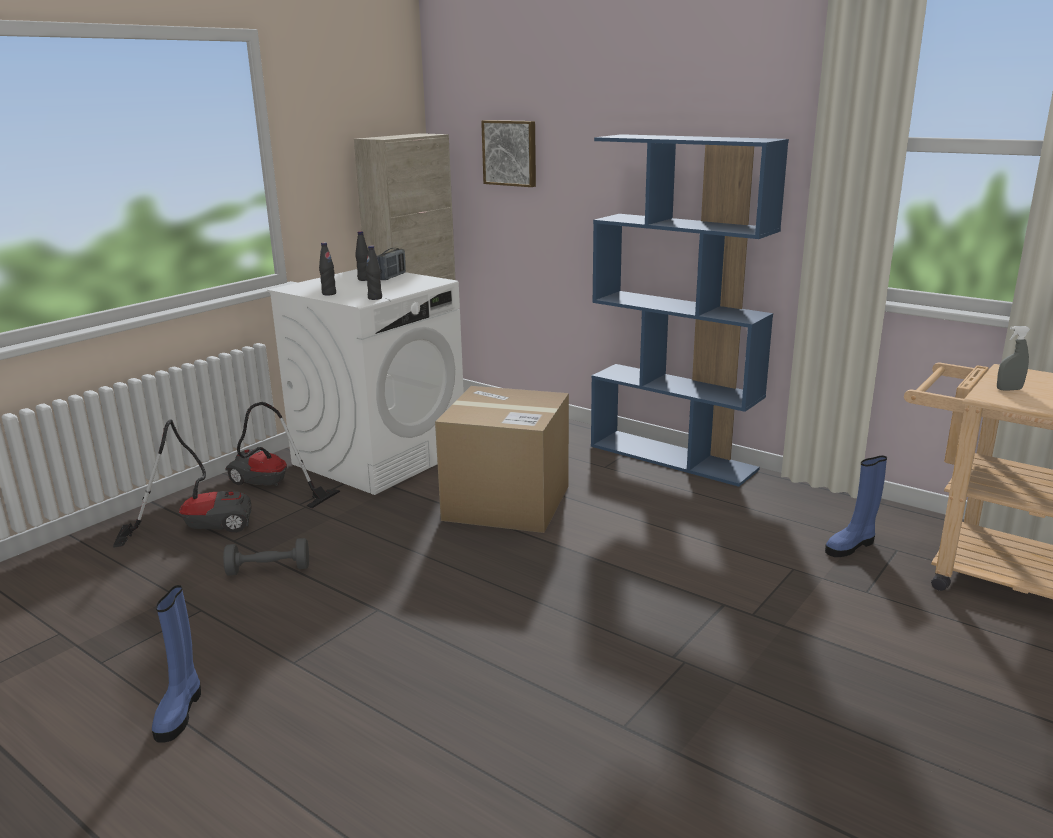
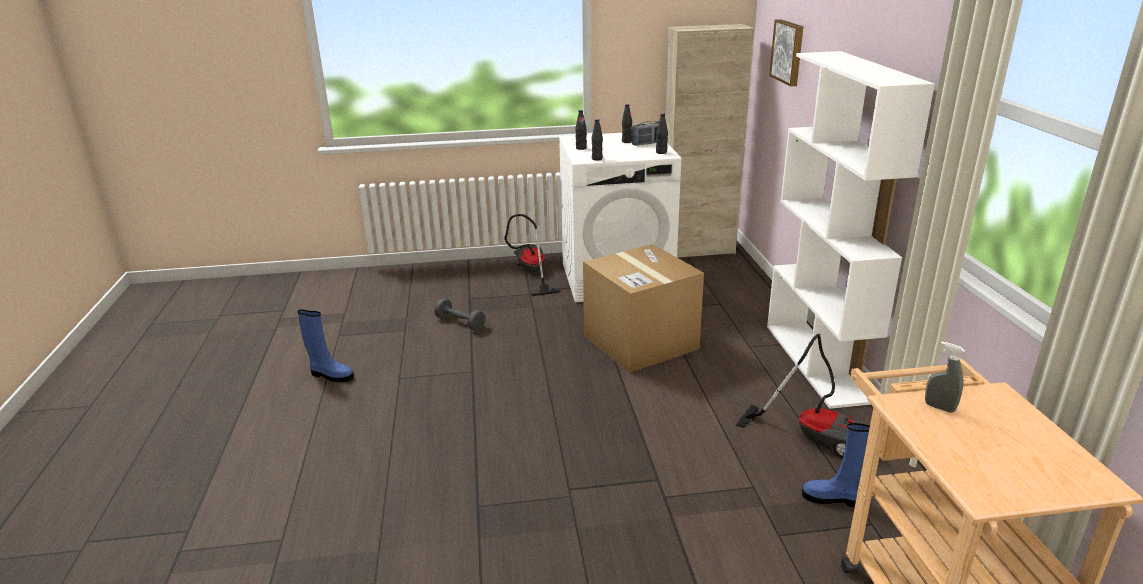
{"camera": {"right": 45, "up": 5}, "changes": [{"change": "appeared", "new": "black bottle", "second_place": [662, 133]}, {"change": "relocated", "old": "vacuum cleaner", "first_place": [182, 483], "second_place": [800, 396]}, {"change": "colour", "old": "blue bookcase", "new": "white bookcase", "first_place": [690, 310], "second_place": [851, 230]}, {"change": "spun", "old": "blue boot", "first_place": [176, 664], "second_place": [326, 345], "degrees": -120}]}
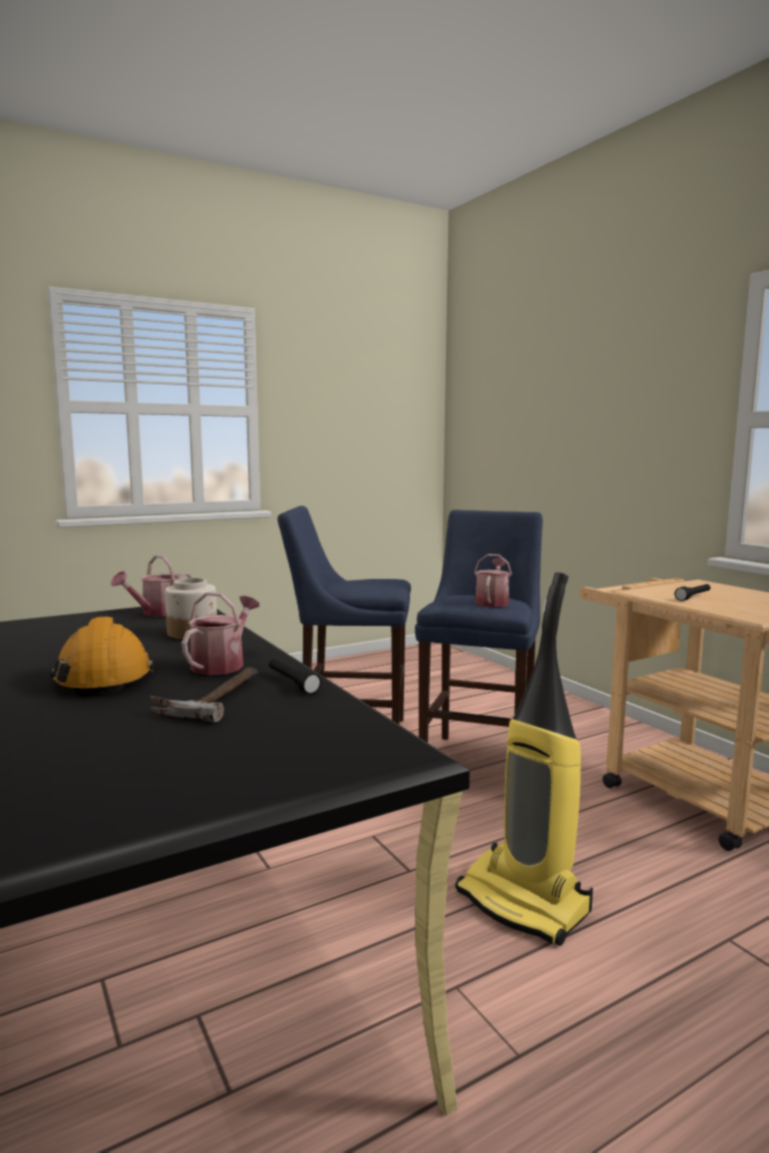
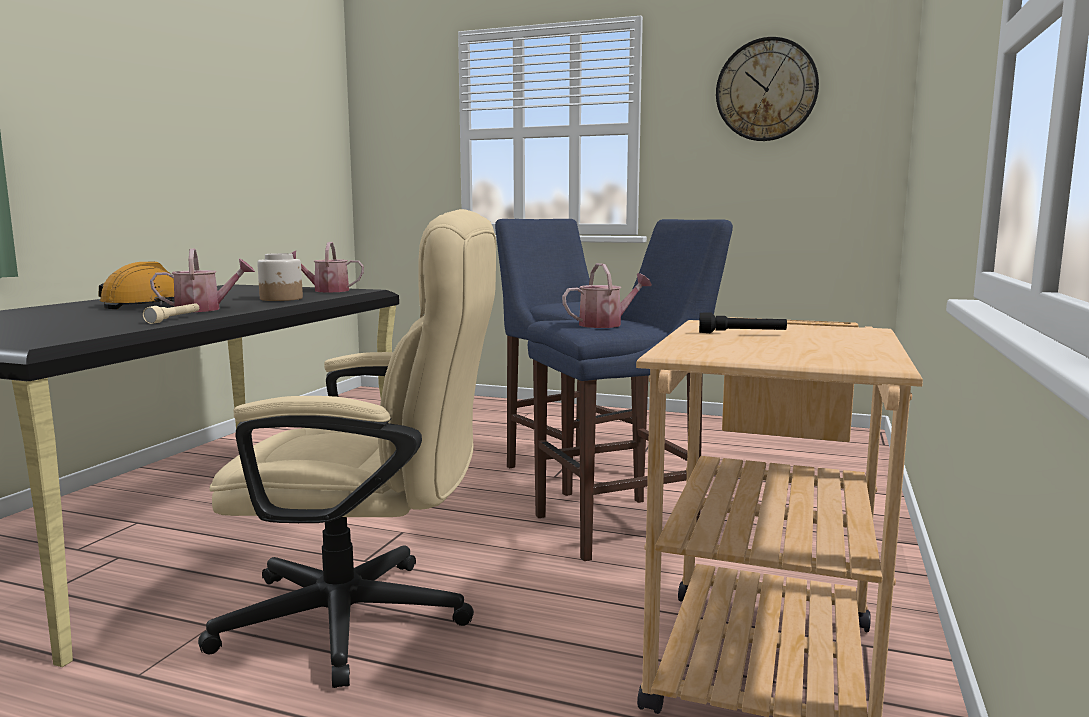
{"camera": {"right": 50, "up": 0}, "changes": [{"change": "missing", "old": "hammer", "first_place": [204, 694]}, {"change": "appeared", "new": "wall clock", "second_place": [767, 89]}, {"change": "exchanged", "old": "vacuum cleaner", "new": "beige office chair", "first_place": [524, 759], "second_place": [347, 448]}, {"change": "colour", "old": "black flashlight", "new": "beige flashlight", "first_place": [295, 676], "second_place": [171, 313]}]}
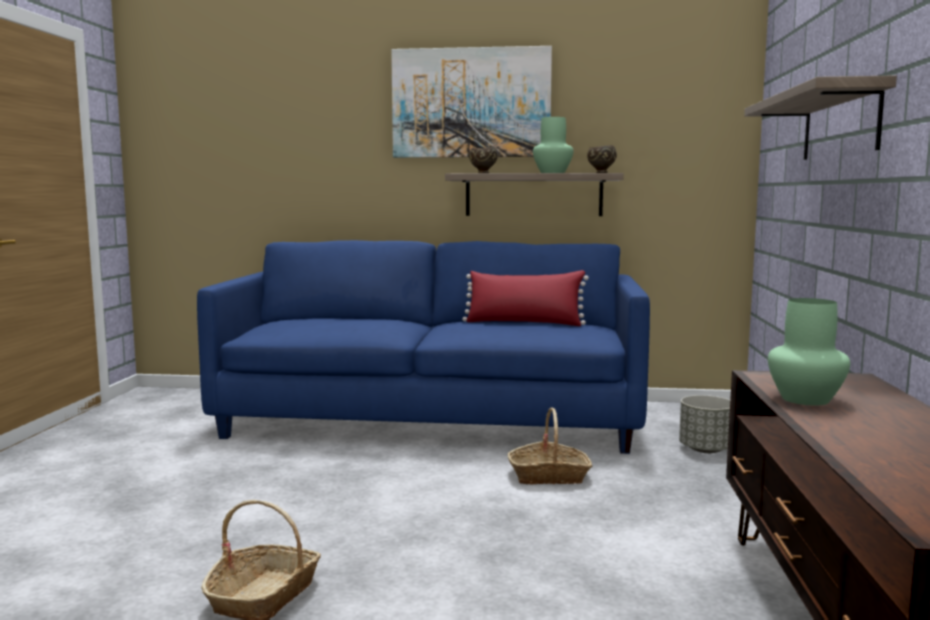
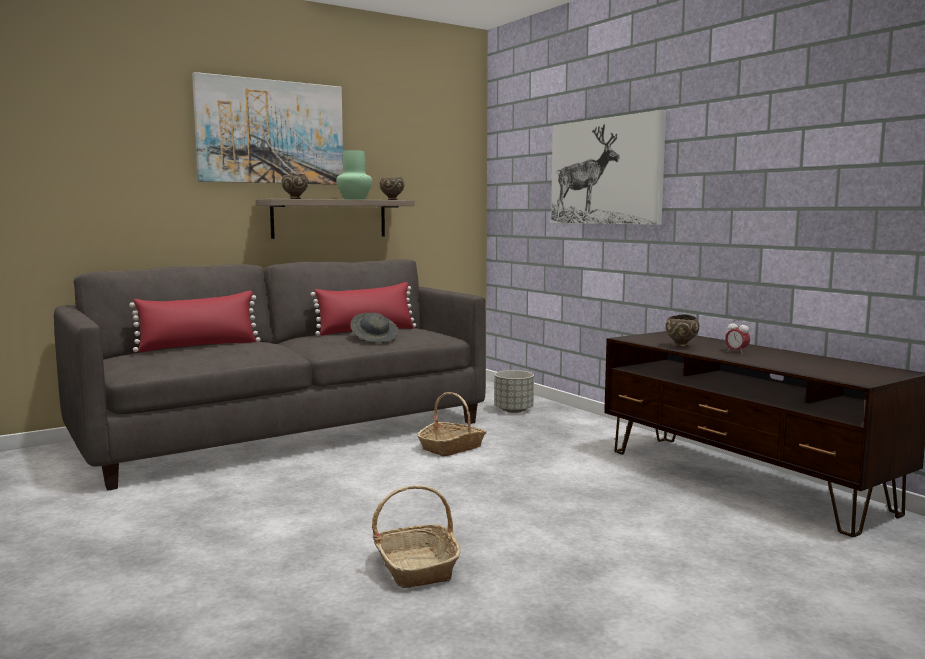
{"camera": {"right": -40, "up": 0}, "changes": [{"change": "appeared", "new": "red pillow", "second_place": [195, 321]}, {"change": "appeared", "new": "grey hat", "second_place": [374, 327]}, {"change": "appeared", "new": "alarm clock", "second_place": [737, 337]}, {"change": "exchanged", "old": "shelf", "new": "picture", "first_place": [820, 117], "second_place": [608, 167]}, {"change": "exchanged", "old": "green vase", "new": "brown bowl", "first_place": [809, 352], "second_place": [682, 330]}, {"change": "colour", "old": "blue sofa", "new": "grey sofa", "first_place": [423, 347], "second_place": [270, 375]}]}
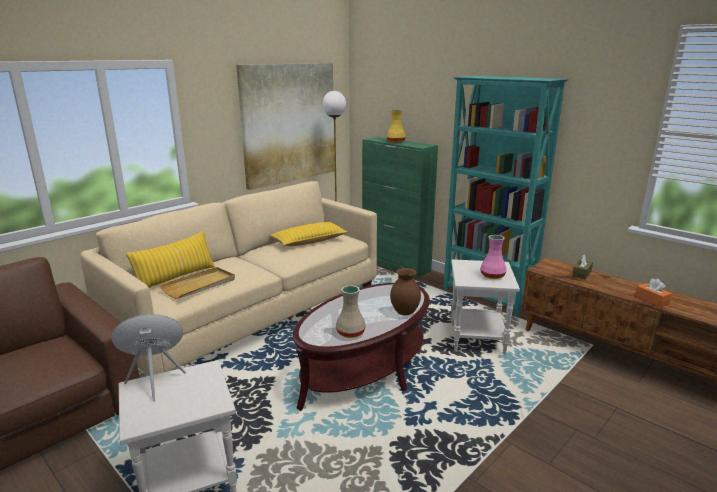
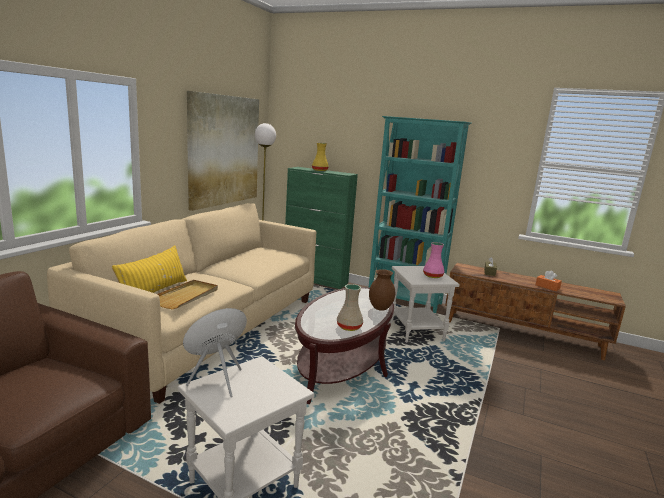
{"camera": {"right": -20, "up": -5}, "changes": [{"change": "missing", "old": "yellow pillow", "first_place": [309, 234]}]}
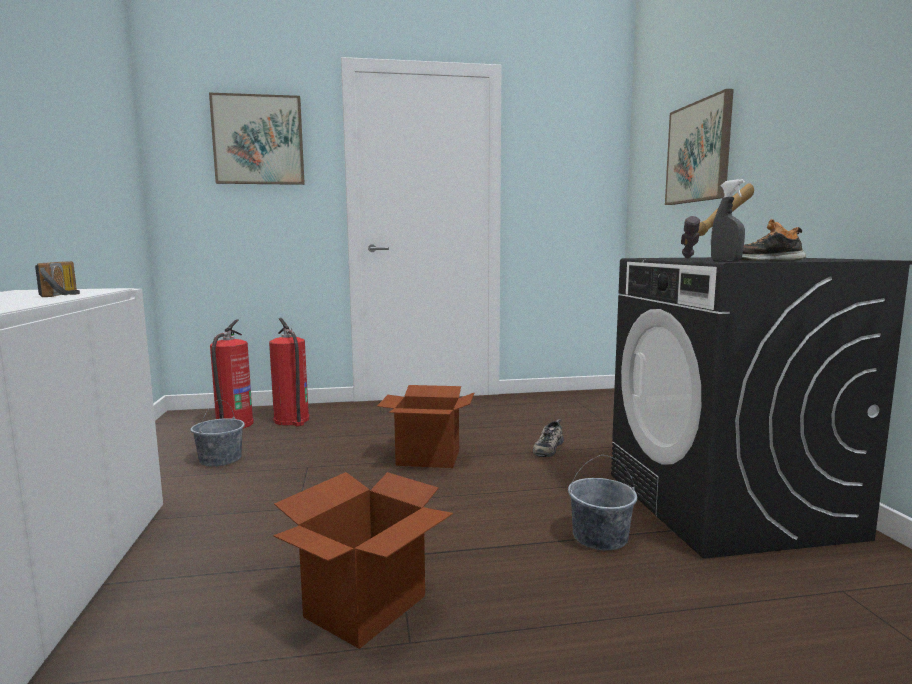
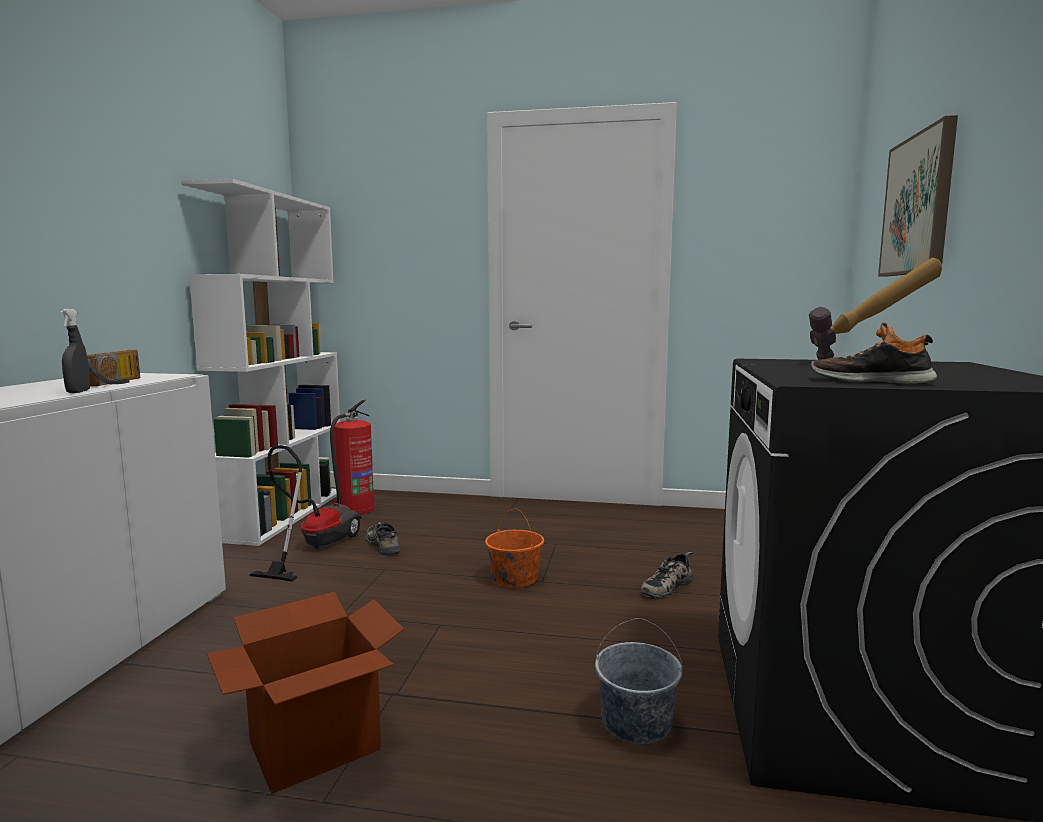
{"camera": {"right": 20, "up": 0}, "changes": [{"change": "missing", "old": "picture", "first_place": [257, 139]}, {"change": "missing", "old": "fire extinguisher", "first_place": [289, 372]}, {"change": "appeared", "new": "white bookcase", "second_place": [260, 362]}, {"change": "appeared", "new": "shoe", "second_place": [383, 539]}, {"change": "relocated", "old": "grey spray bottle", "first_place": [728, 220], "second_place": [75, 350]}, {"change": "exchanged", "old": "grey bucket", "new": "vacuum cleaner", "first_place": [217, 433], "second_place": [305, 513]}, {"change": "exchanged", "old": "cardboard box", "new": "orange bucket", "first_place": [425, 426], "second_place": [514, 548]}]}
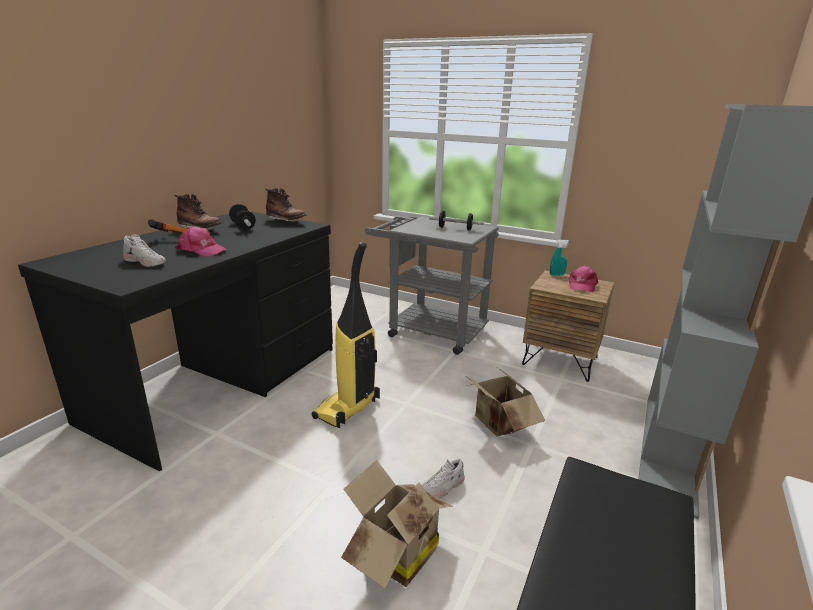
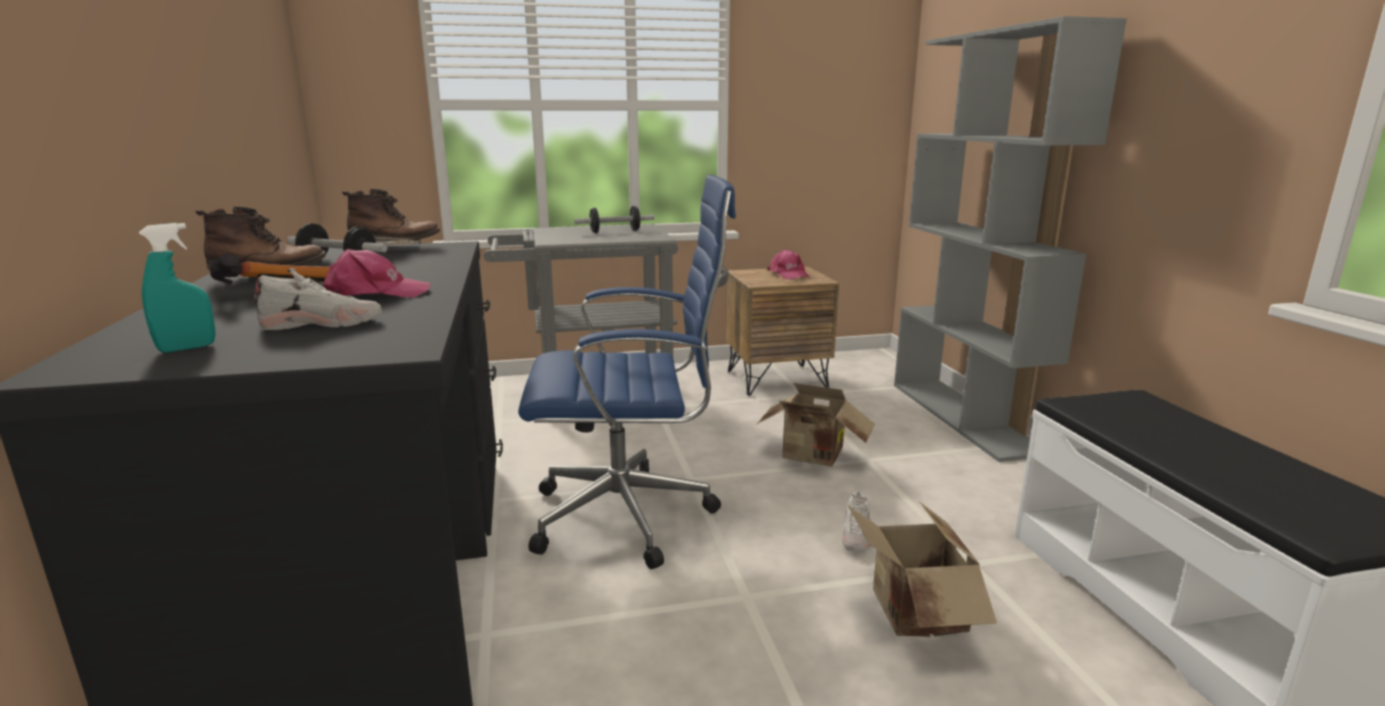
{"camera": {"right": -40, "up": -5}, "changes": [{"change": "relocated", "old": "turquoise spray bottle", "first_place": [559, 257], "second_place": [177, 288]}, {"change": "exchanged", "old": "vacuum cleaner", "new": "blue office chair", "first_place": [346, 335], "second_place": [627, 371]}]}
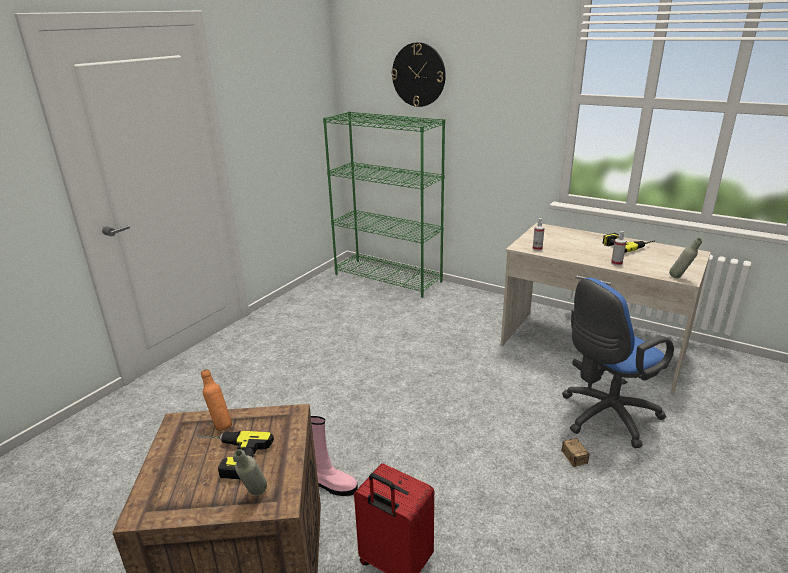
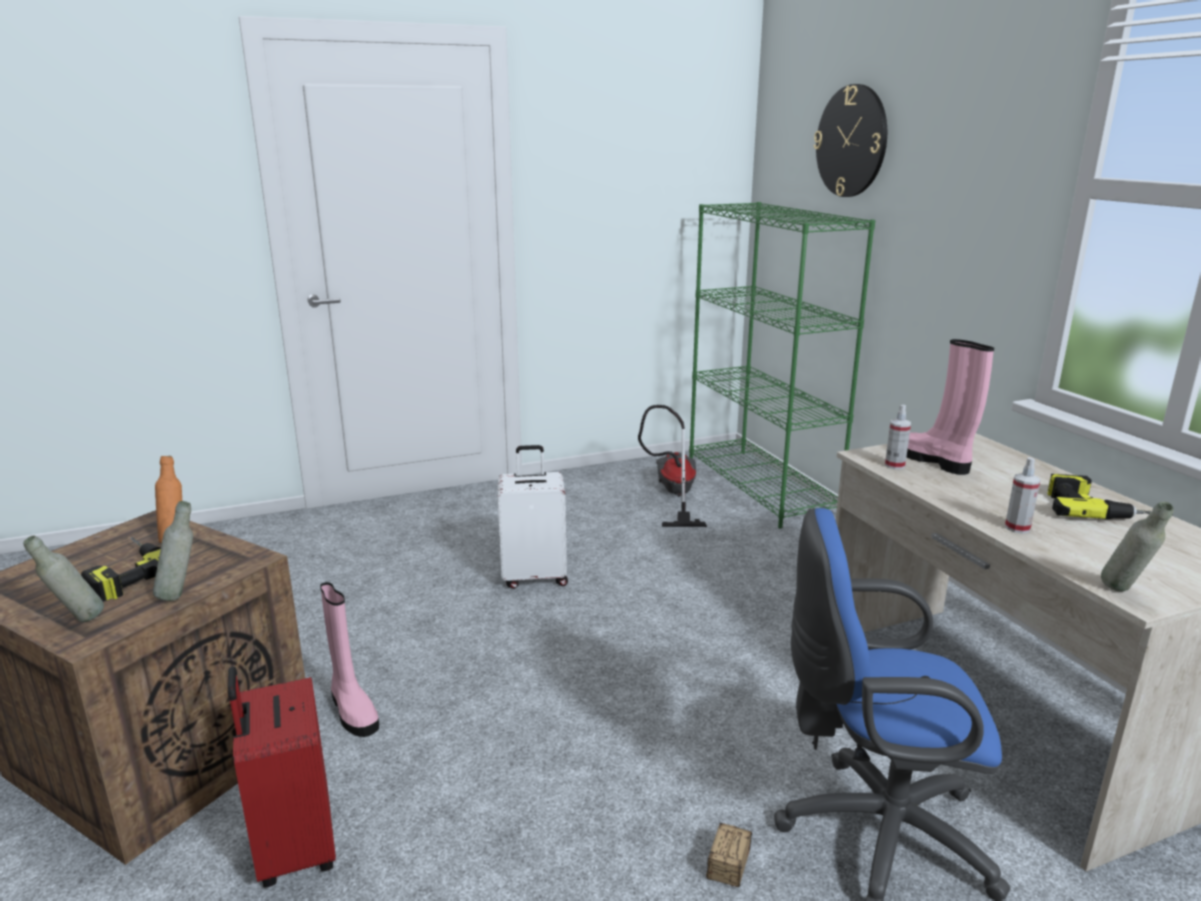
{"camera": {"right": 35, "up": -5}, "changes": [{"change": "appeared", "new": "grey bottle", "second_place": [173, 551]}, {"change": "appeared", "new": "white suitcase", "second_place": [533, 517]}, {"change": "appeared", "new": "vacuum cleaner", "second_place": [672, 466]}, {"change": "appeared", "new": "pink boot", "second_place": [950, 407]}]}
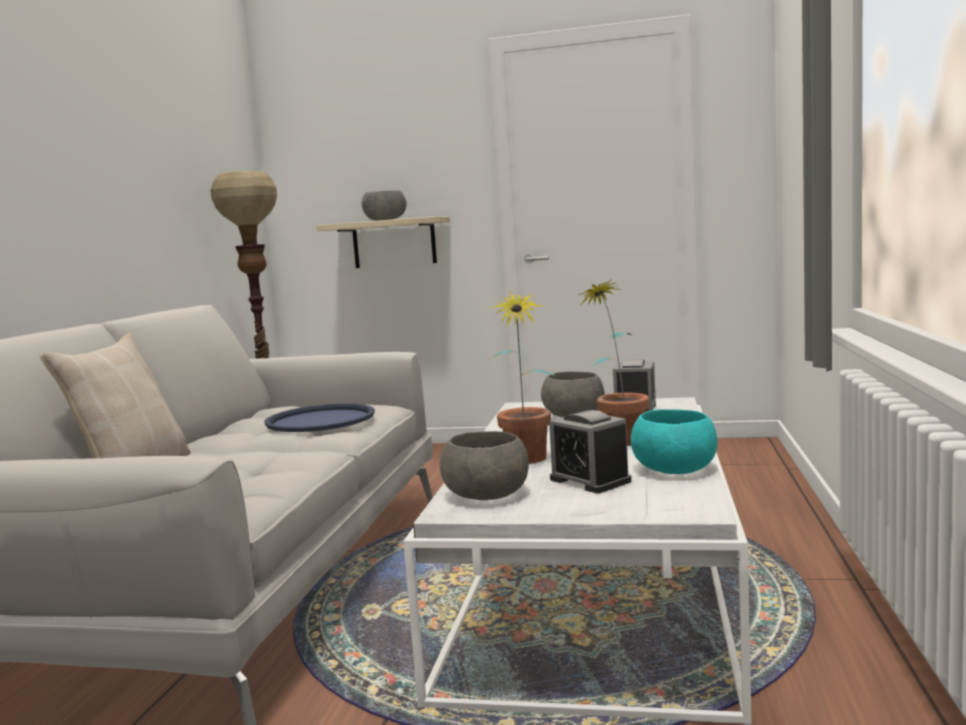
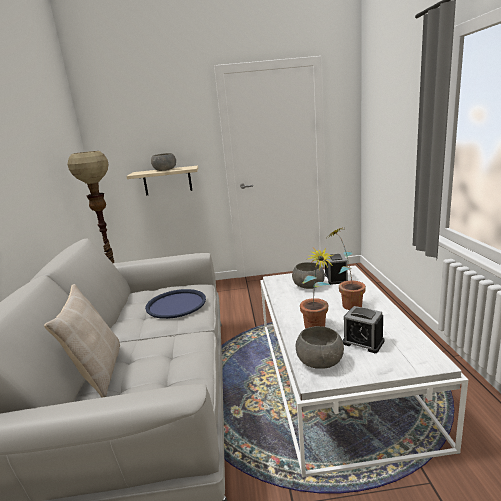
{"camera": {"right": -15, "up": 10}, "changes": [{"change": "missing", "old": "turquoise bowl", "first_place": [674, 441]}]}
